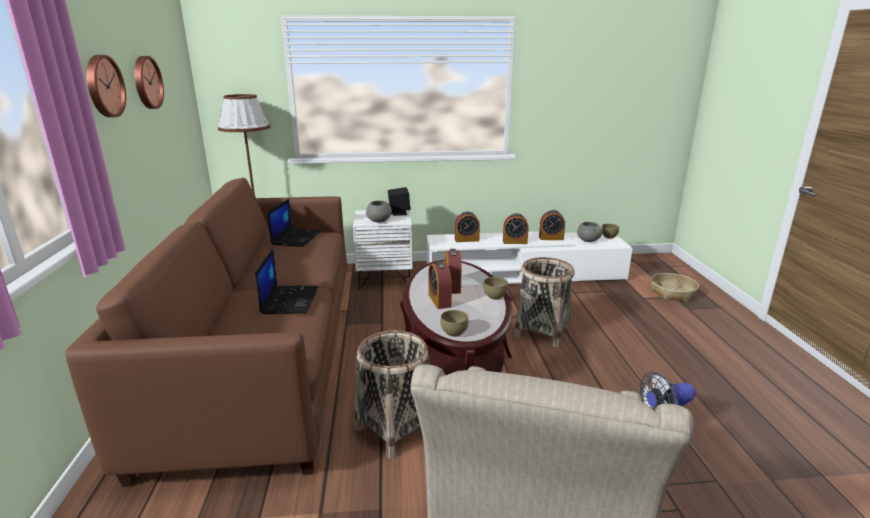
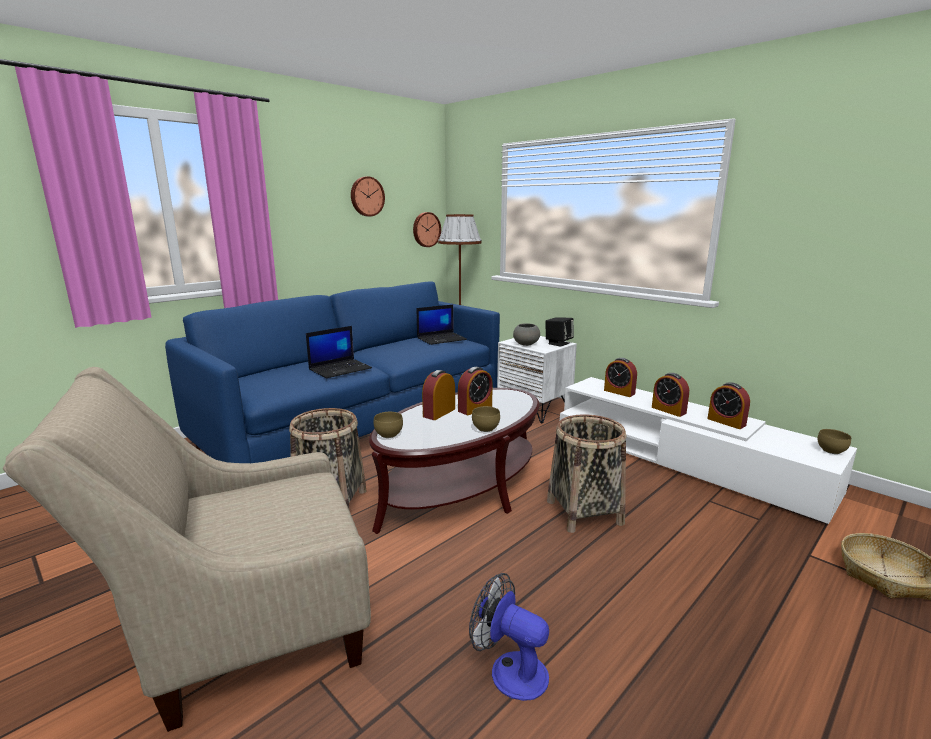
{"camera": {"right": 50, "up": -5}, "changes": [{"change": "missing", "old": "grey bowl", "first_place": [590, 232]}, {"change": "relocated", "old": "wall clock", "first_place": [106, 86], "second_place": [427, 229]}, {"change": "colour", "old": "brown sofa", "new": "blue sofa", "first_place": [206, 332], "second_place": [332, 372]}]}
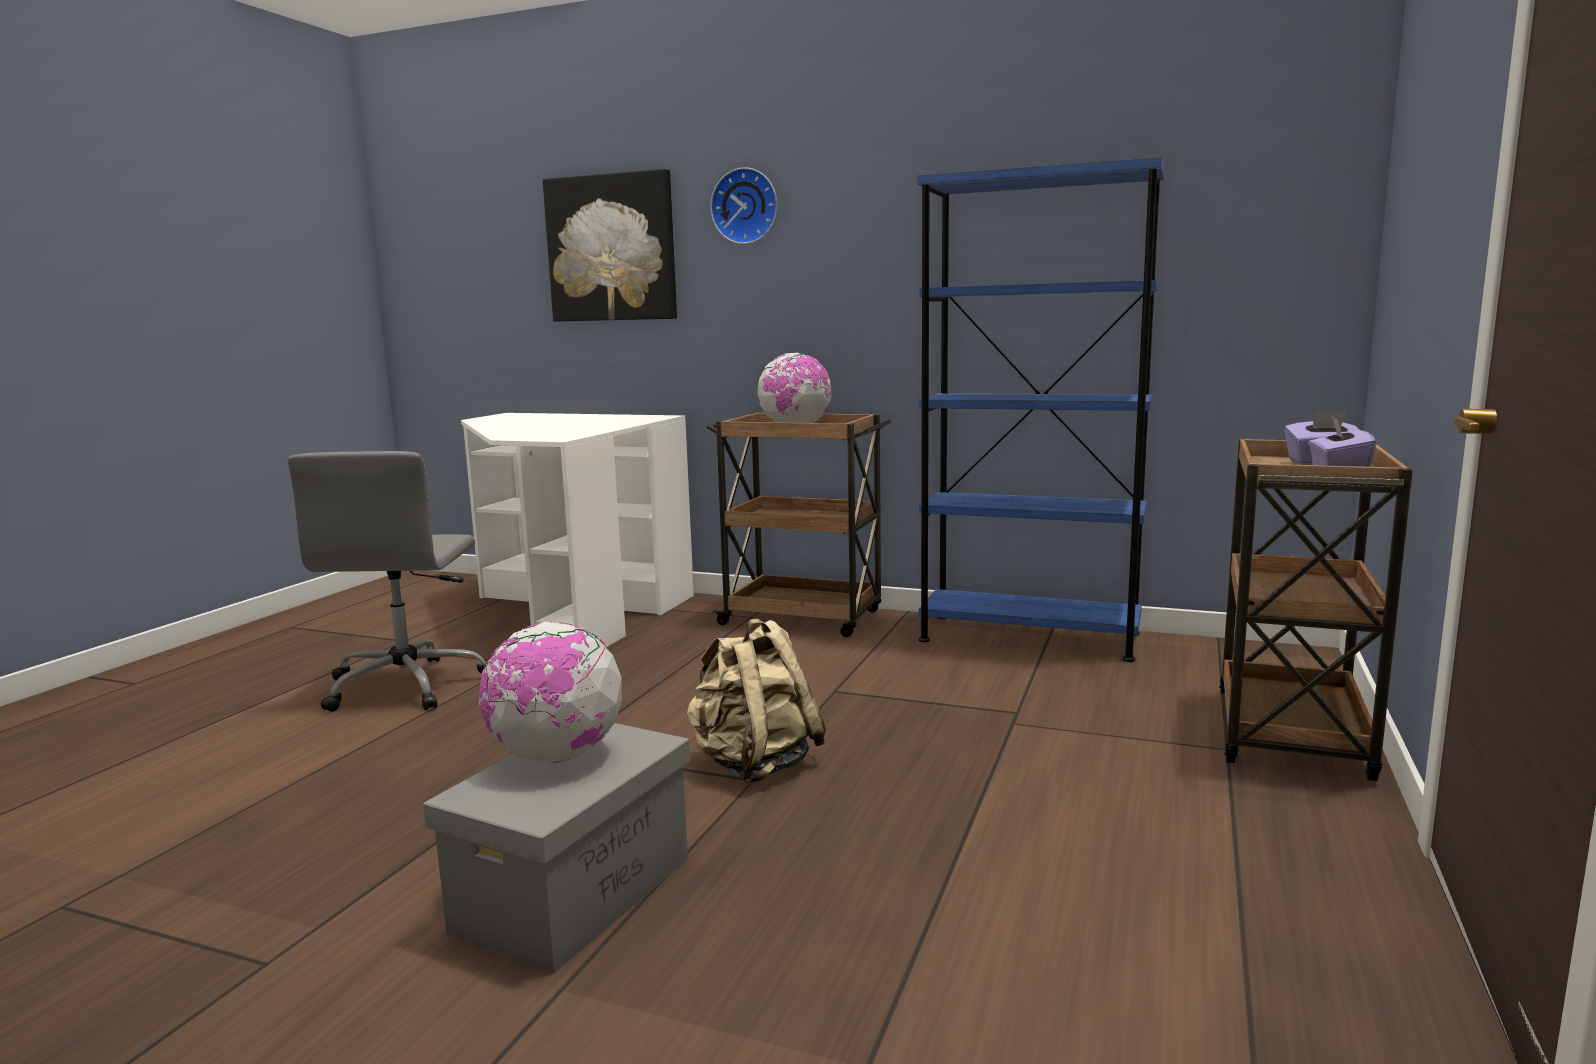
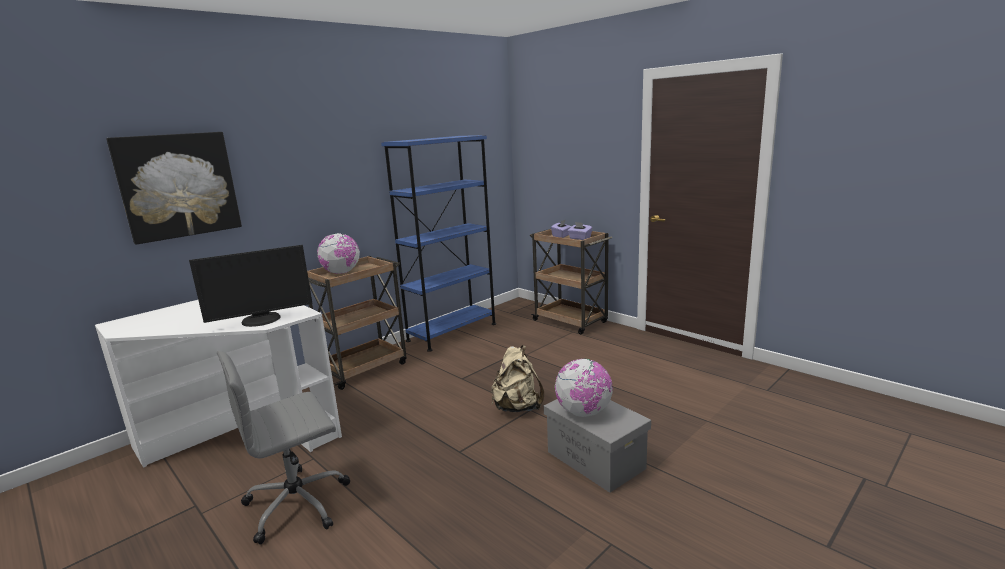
{"camera": {"right": -65, "up": 5}, "changes": [{"change": "missing", "old": "wall clock", "first_place": [744, 205]}, {"change": "appeared", "new": "monitor", "second_place": [251, 286]}, {"change": "spun", "old": "grey office chair", "first_place": [387, 581], "second_place": [283, 447], "degrees": 120}]}
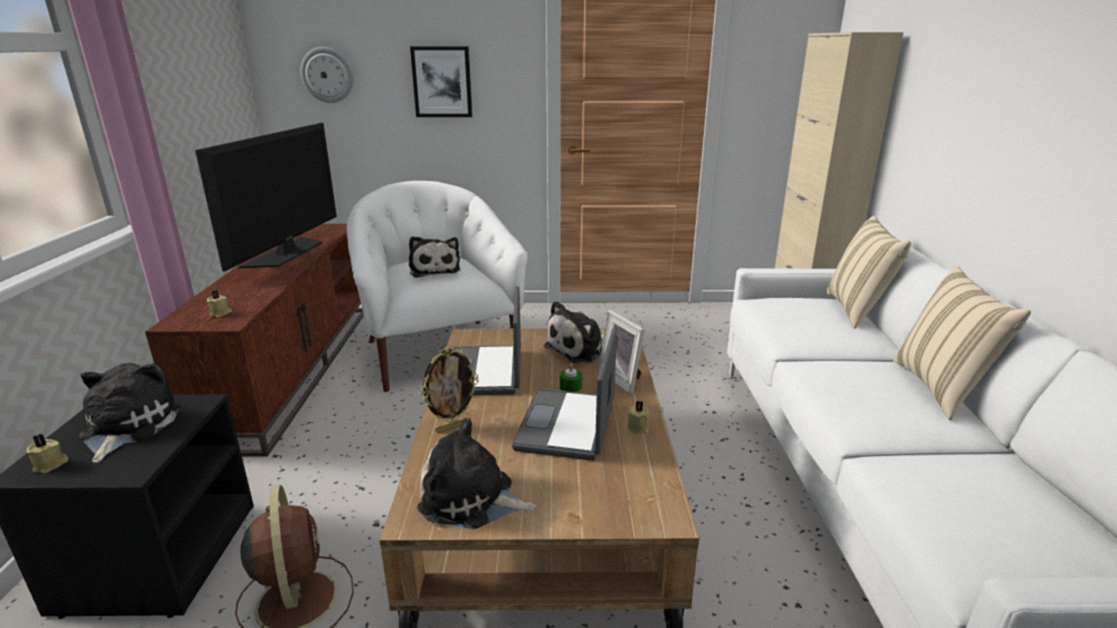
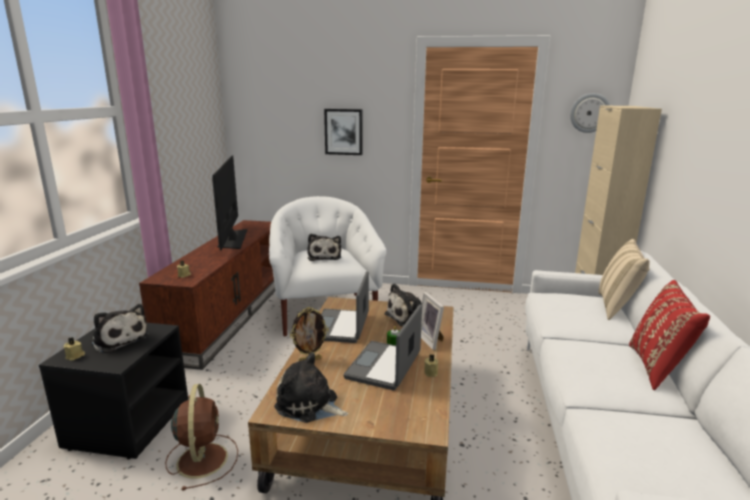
{"camera": {"right": 10, "up": -5}, "changes": [{"change": "relocated", "old": "wall clock", "first_place": [327, 75], "second_place": [590, 113]}, {"change": "colour", "old": "beige pillow", "new": "red pillow", "first_place": [962, 343], "second_place": [669, 335]}, {"change": "spun", "old": "plush toy", "first_place": [130, 413], "second_place": [120, 328], "degrees": 120}, {"change": "spun", "old": "television", "first_place": [266, 197], "second_place": [229, 203], "degrees": 150}]}
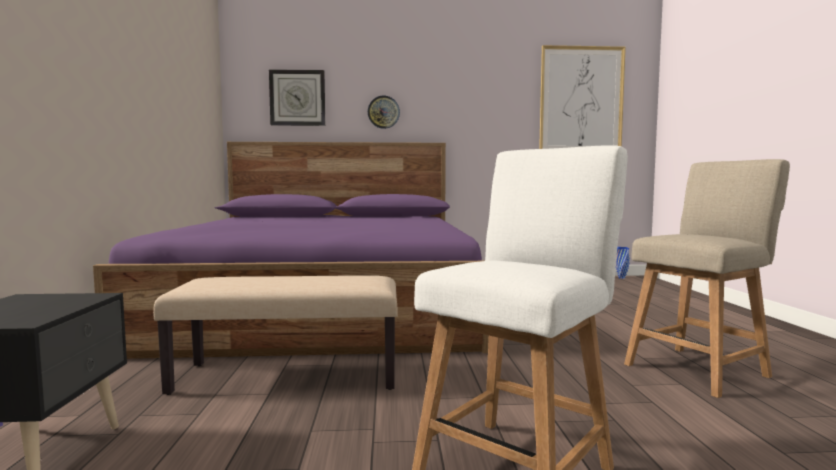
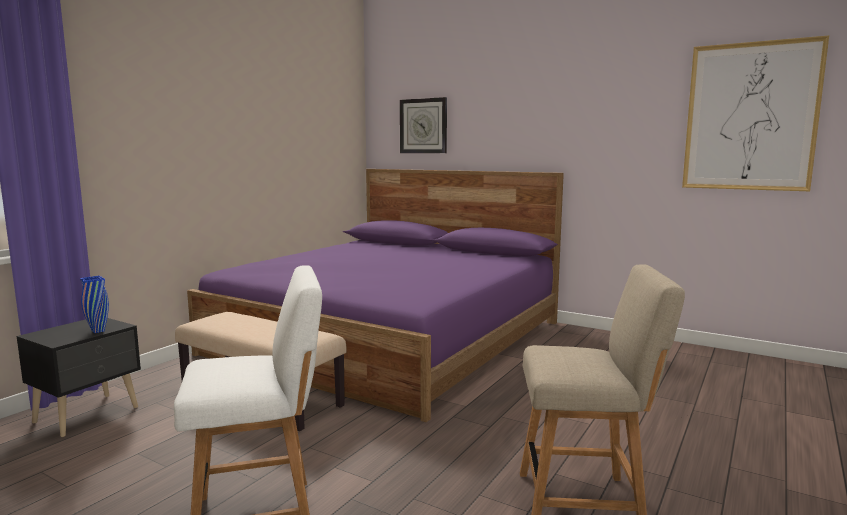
{"camera": {"right": 35, "up": 5}, "changes": [{"change": "missing", "old": "wall clock", "first_place": [384, 112]}, {"change": "relocated", "old": "blue vase", "first_place": [623, 263], "second_place": [94, 304]}]}
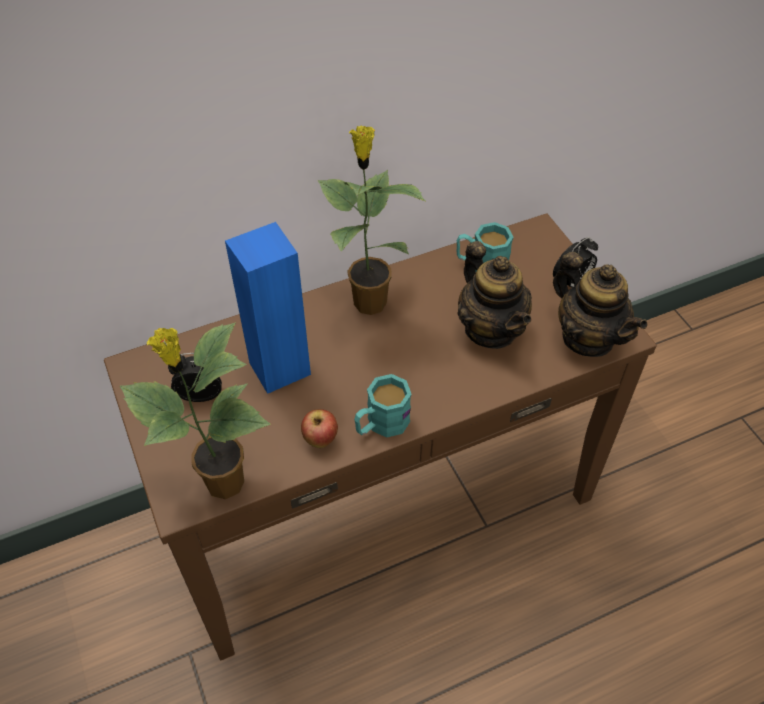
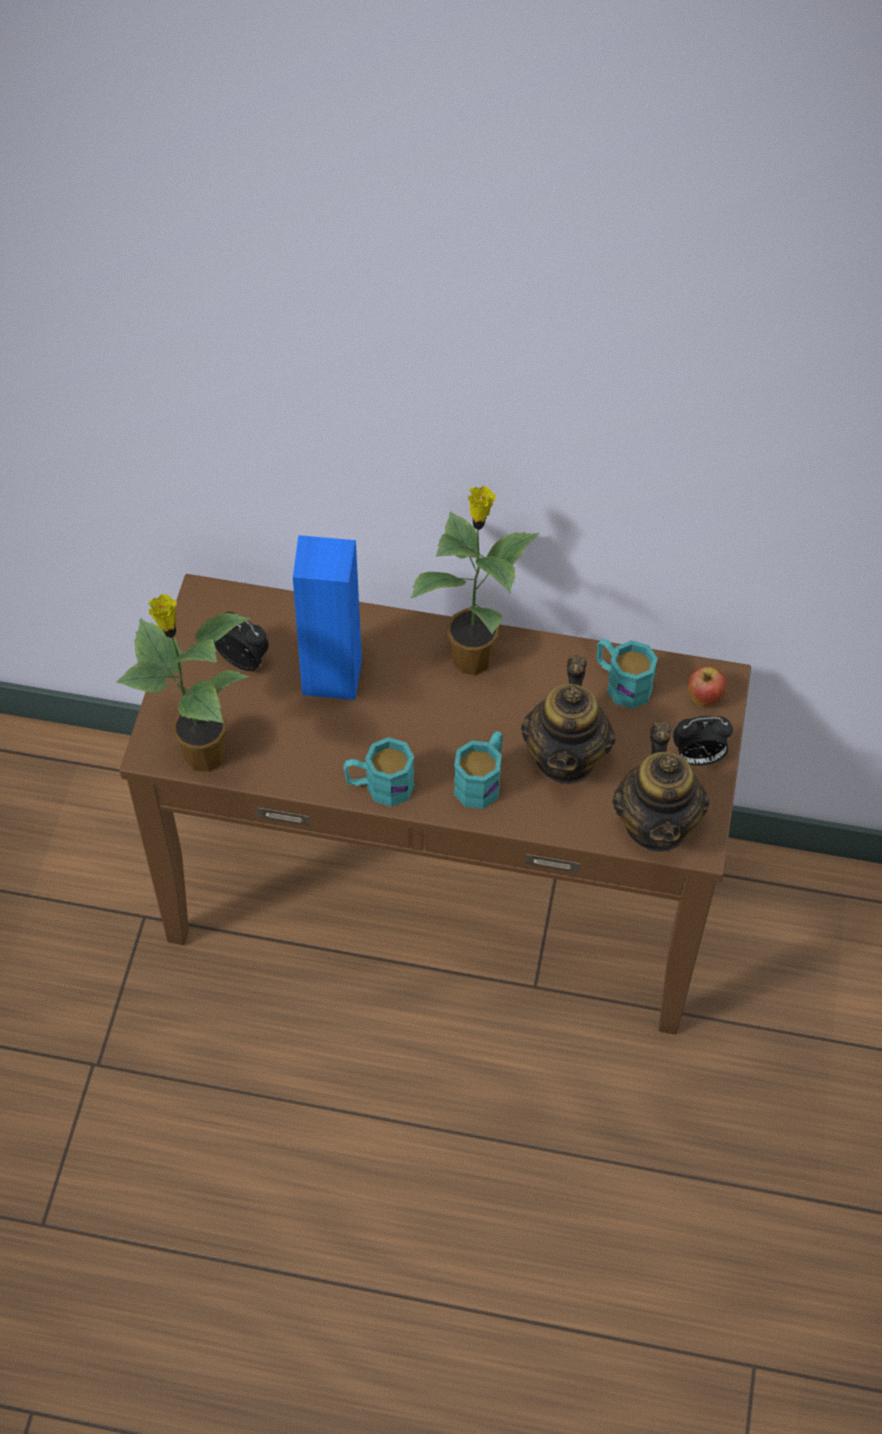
{"camera": {"right": 35, "up": 5}, "changes": [{"change": "appeared", "new": "turquoise mug", "second_place": [478, 770]}, {"change": "relocated", "old": "apple", "first_place": [319, 428], "second_place": [707, 686]}]}
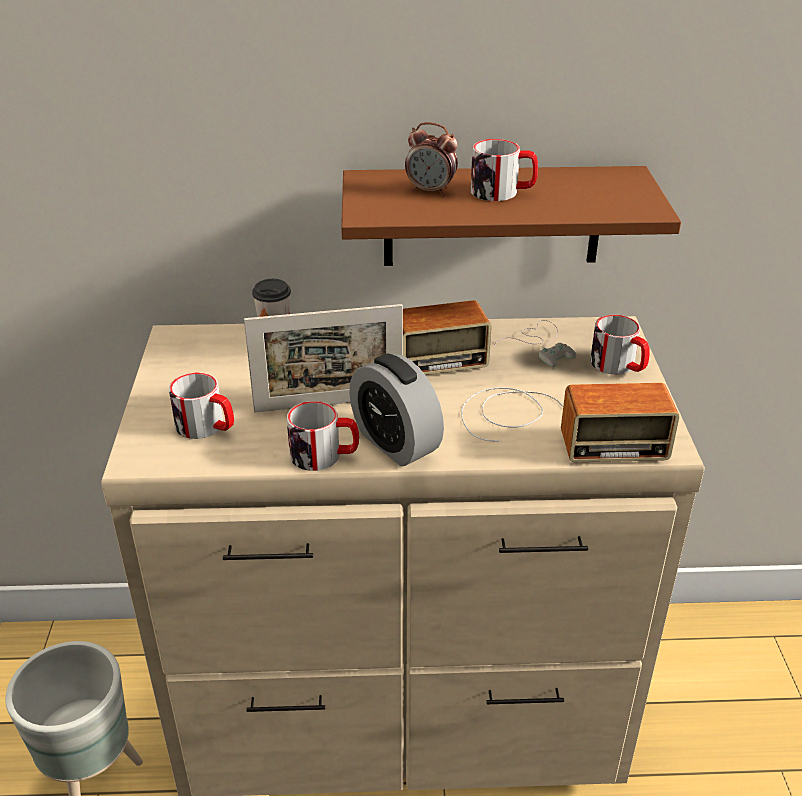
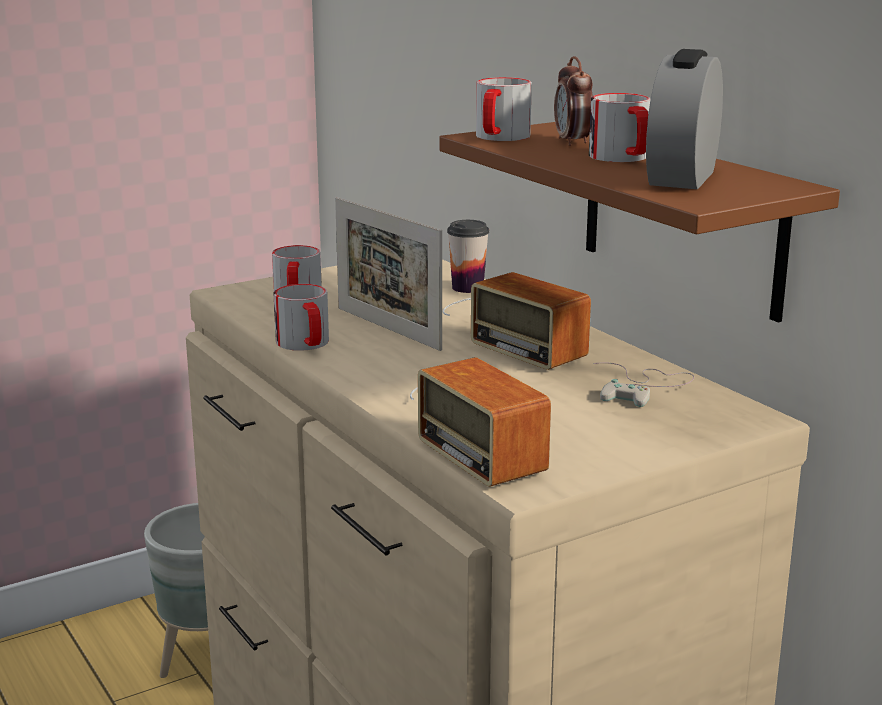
{"camera": {"right": 60, "up": -15}, "changes": [{"change": "relocated", "old": "alarm clock", "first_place": [396, 409], "second_place": [684, 119]}, {"change": "relocated", "old": "mug", "first_place": [620, 345], "second_place": [504, 109]}]}
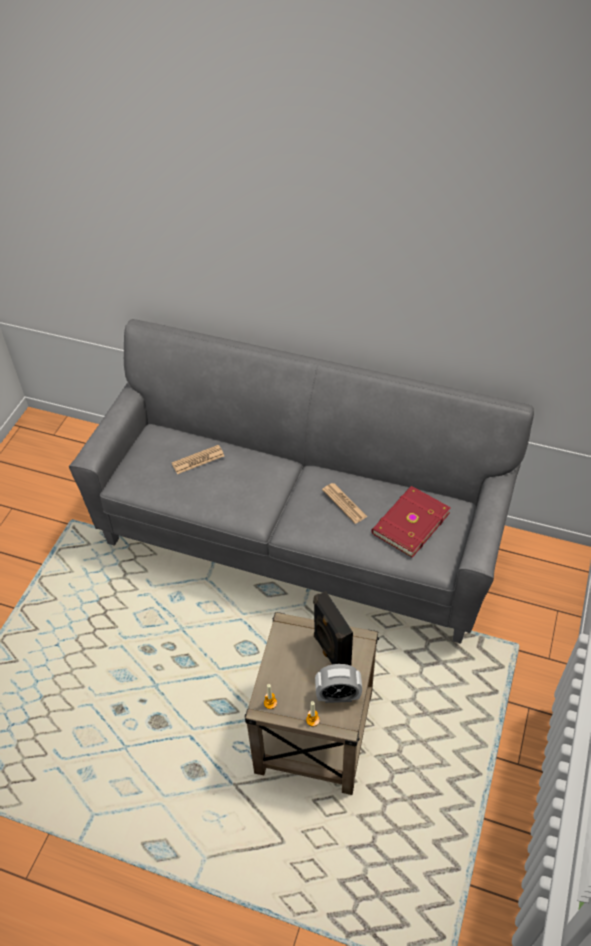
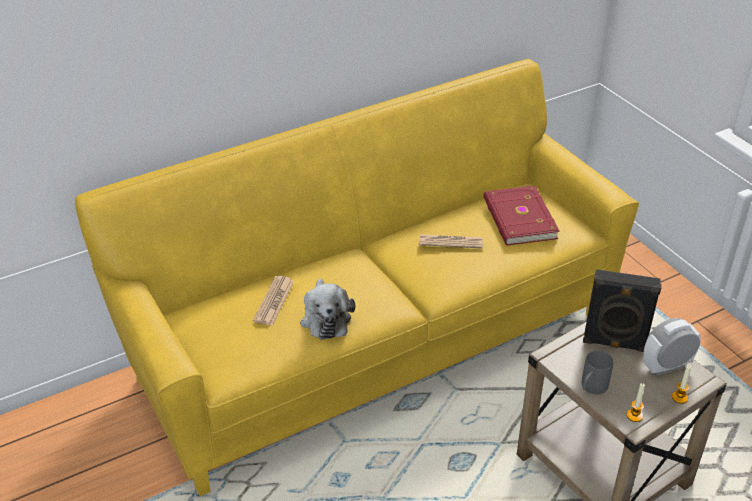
{"camera": {"right": -50, "up": -10}, "changes": [{"change": "appeared", "new": "plush toy", "second_place": [327, 309]}, {"change": "appeared", "new": "grey mug", "second_place": [598, 372]}, {"change": "colour", "old": "grey sofa", "new": "yellow sofa", "first_place": [301, 481], "second_place": [357, 277]}, {"change": "spun", "old": "alarm clock", "first_place": [338, 683], "second_place": [672, 347], "degrees": -150}]}
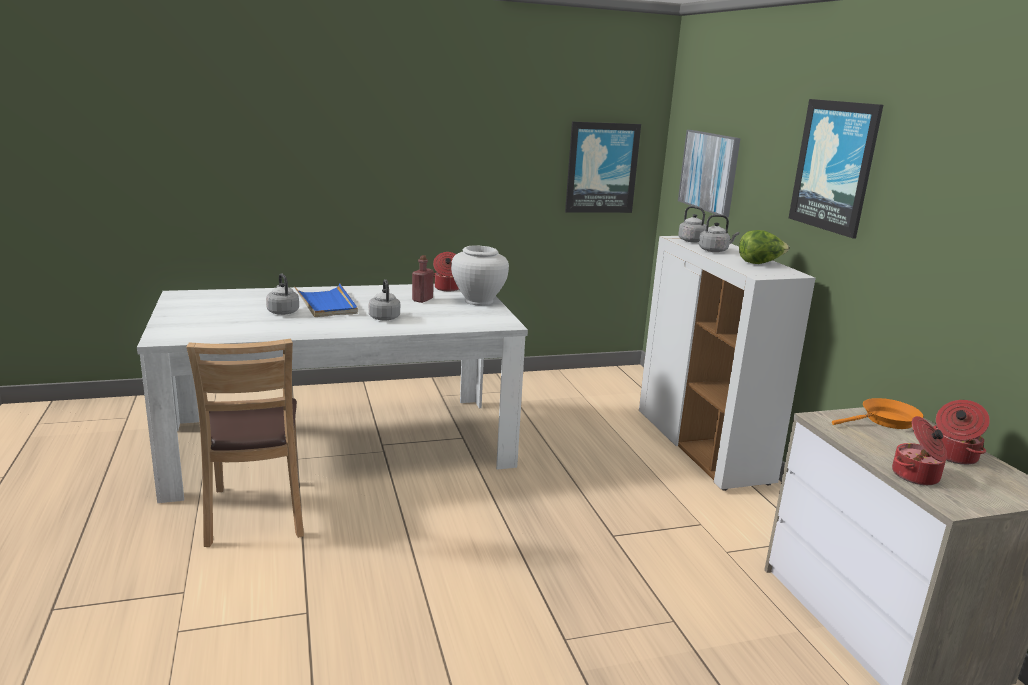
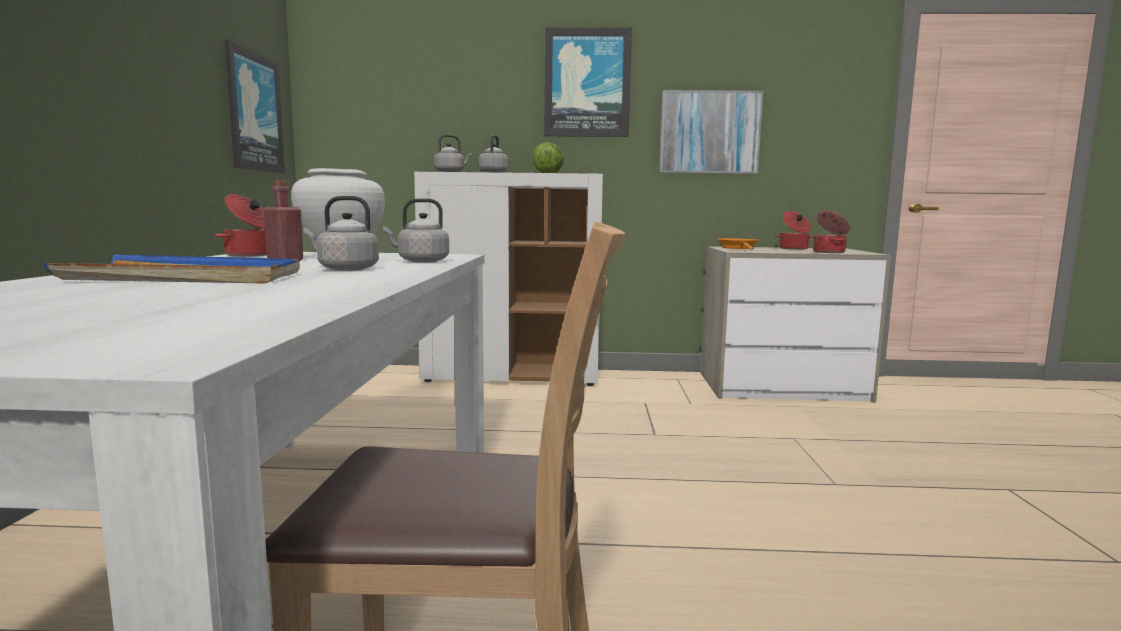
{"camera": {"right": -70, "up": -10}, "changes": [{"change": "relocated", "old": "grey kettle", "first_place": [282, 294], "second_place": [416, 230]}, {"change": "relocated", "old": "picture", "first_place": [709, 173], "second_place": [711, 132]}]}
